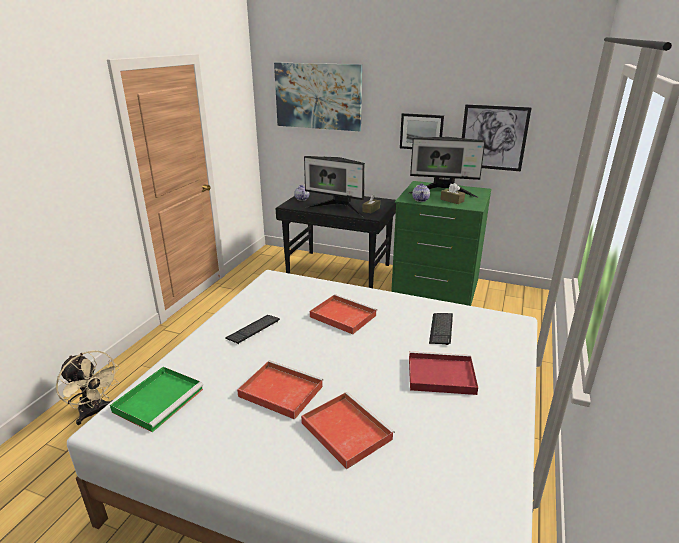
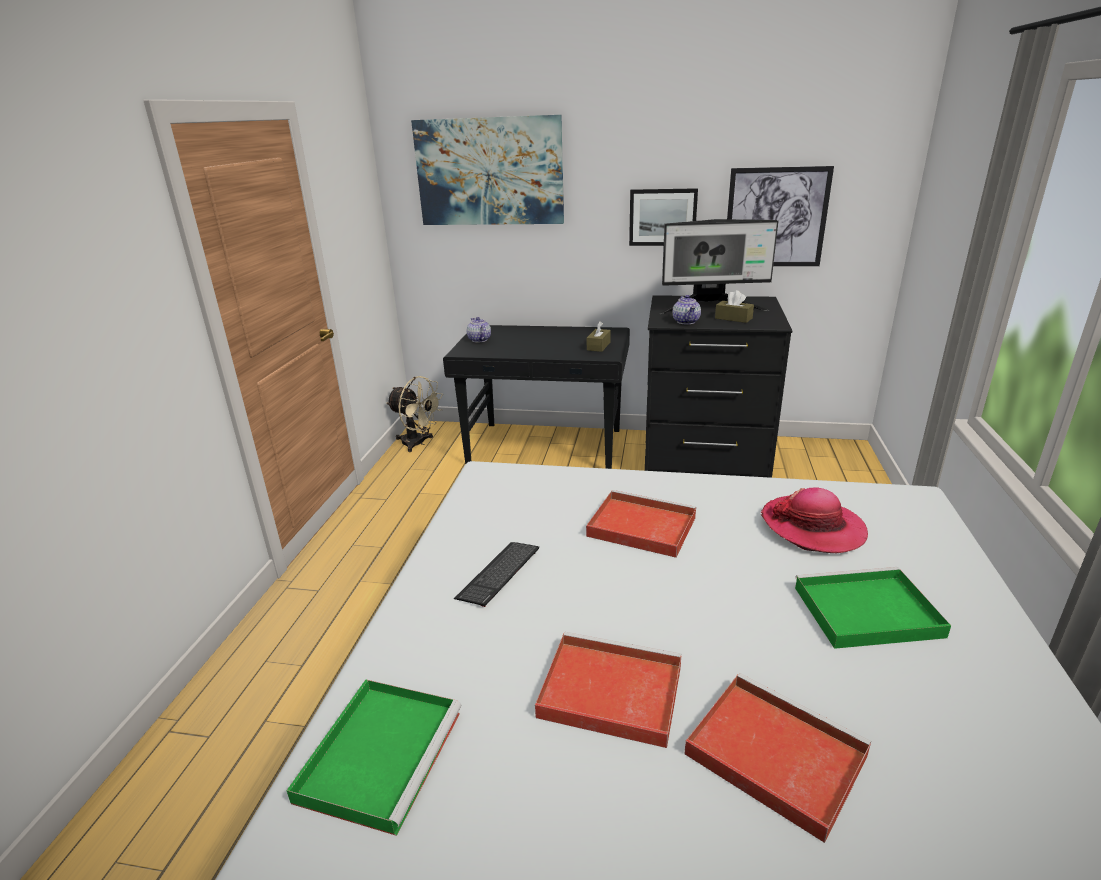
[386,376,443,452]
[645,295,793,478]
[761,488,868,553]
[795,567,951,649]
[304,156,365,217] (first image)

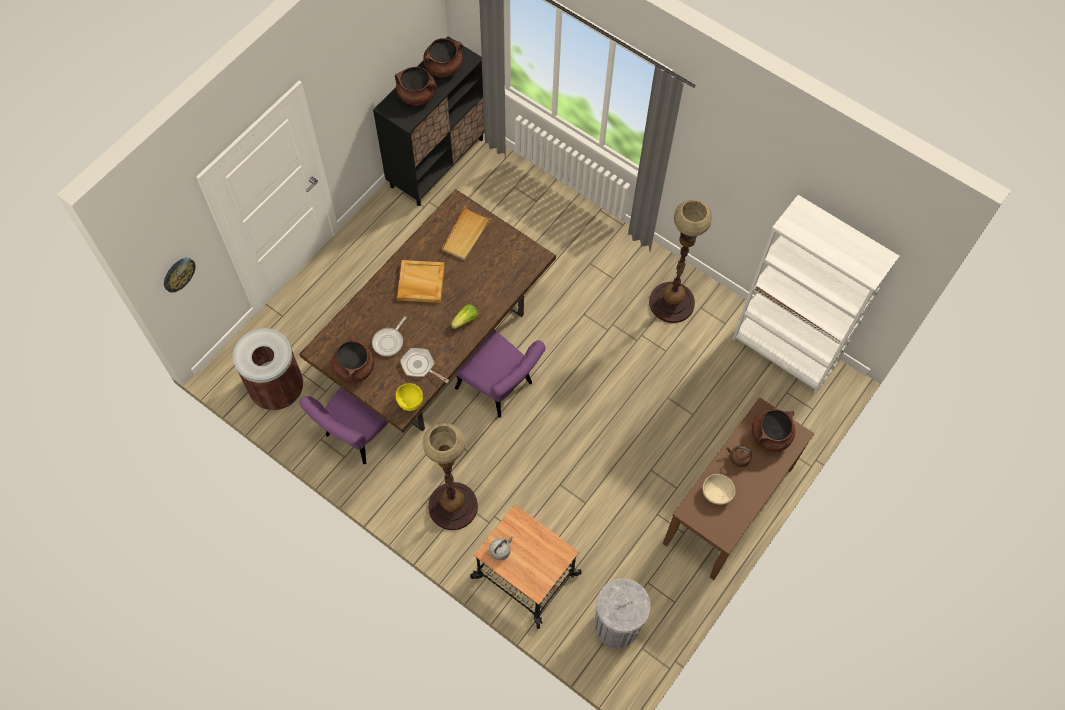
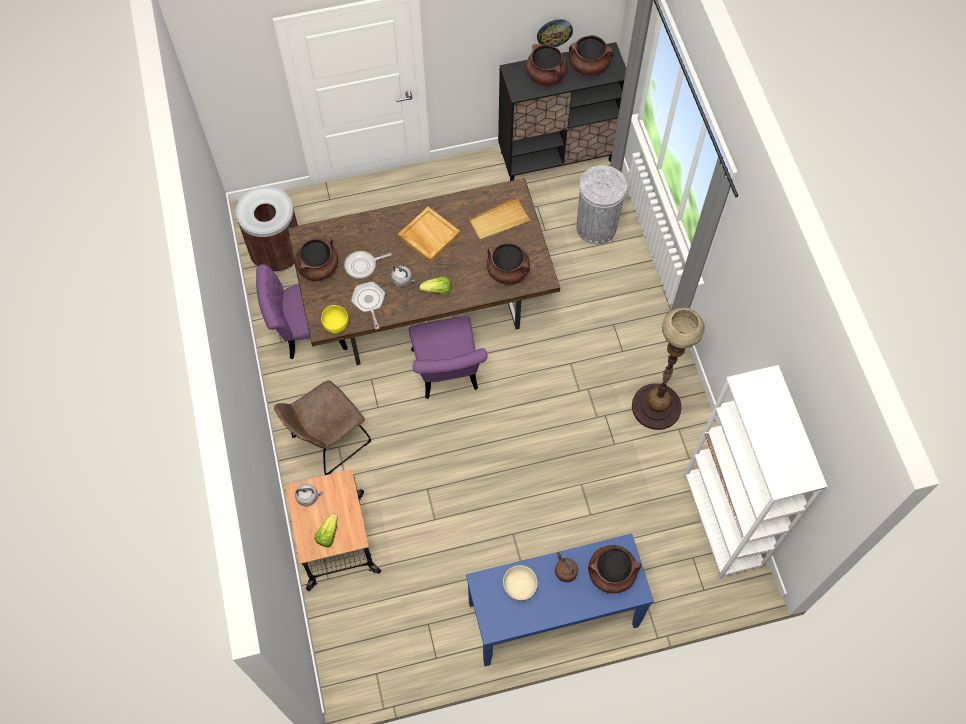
[274,381,371,475]
[315,514,338,547]
[391,266,415,287]
[466,534,654,666]
[486,243,530,284]
[537,19,573,47]
[577,165,627,245]

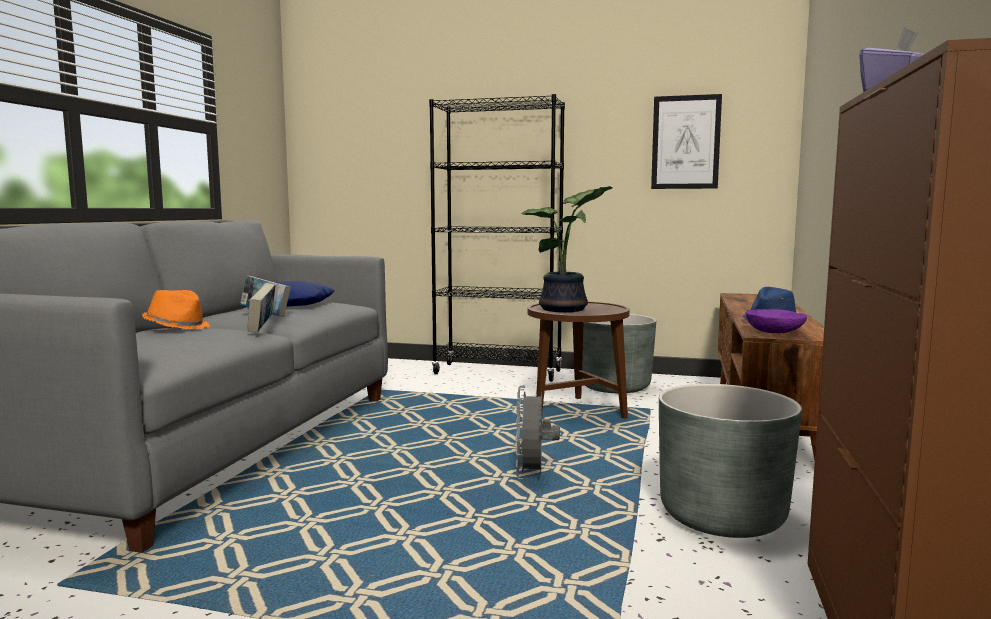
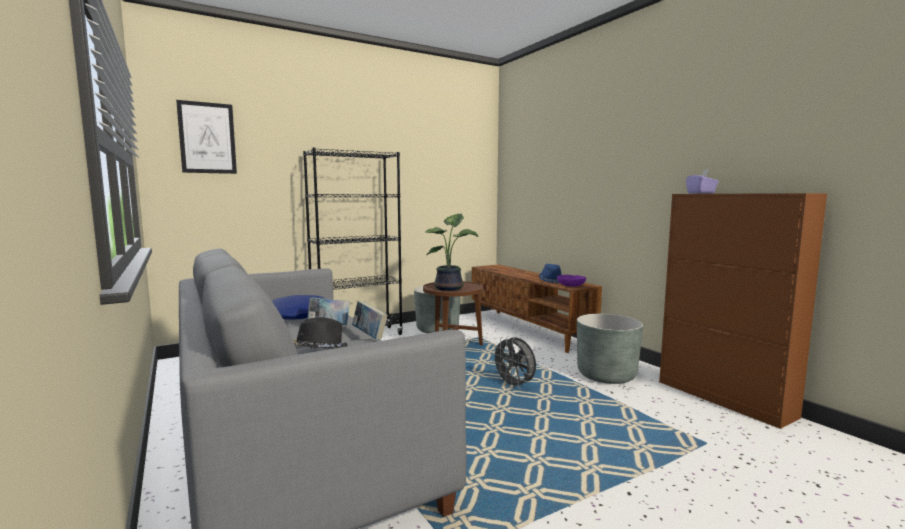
[176,100,237,174]
[293,317,348,349]

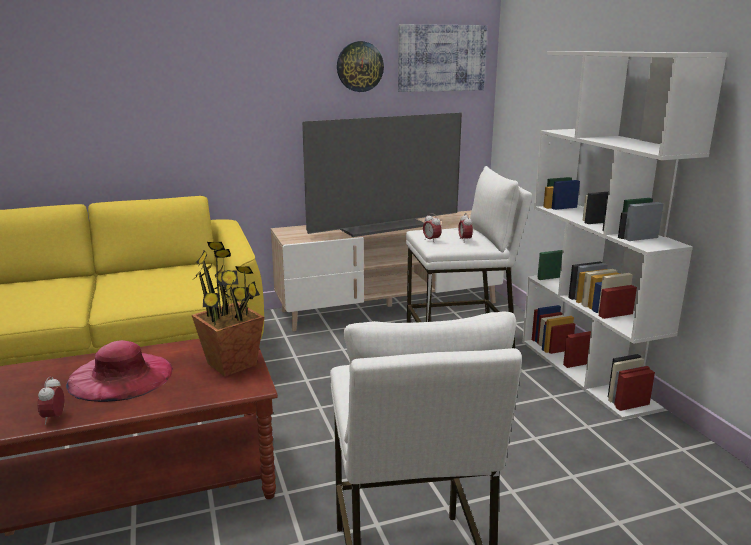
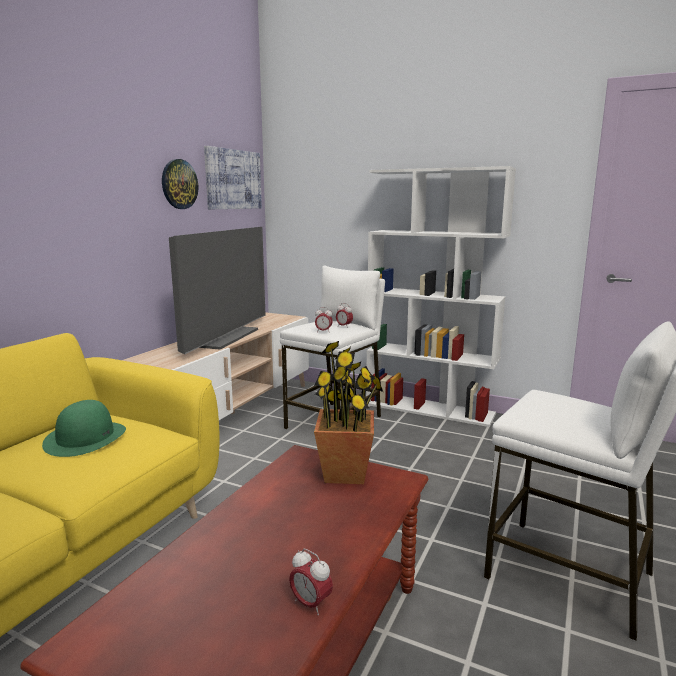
[42,400,126,457]
[66,340,172,402] (first image)

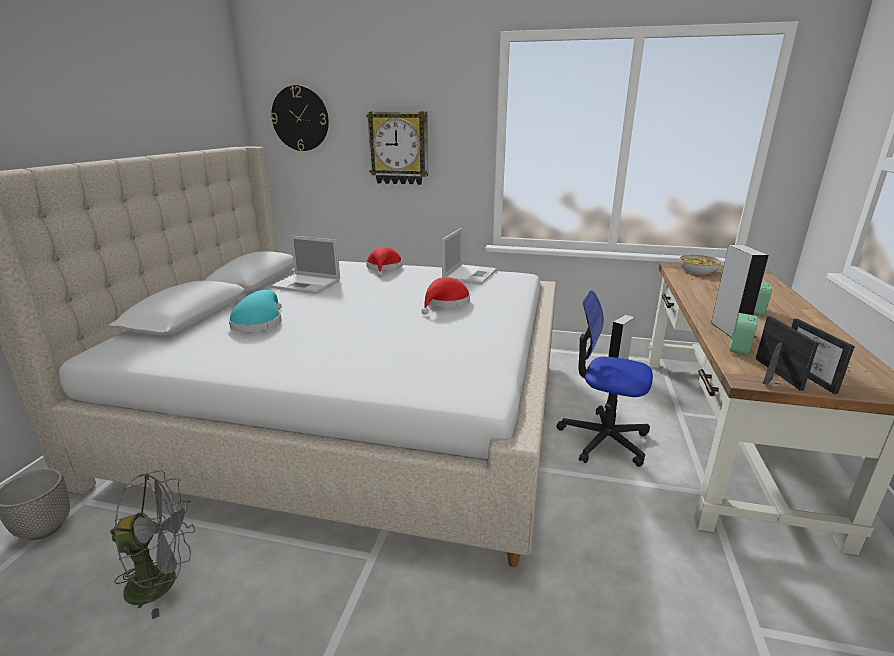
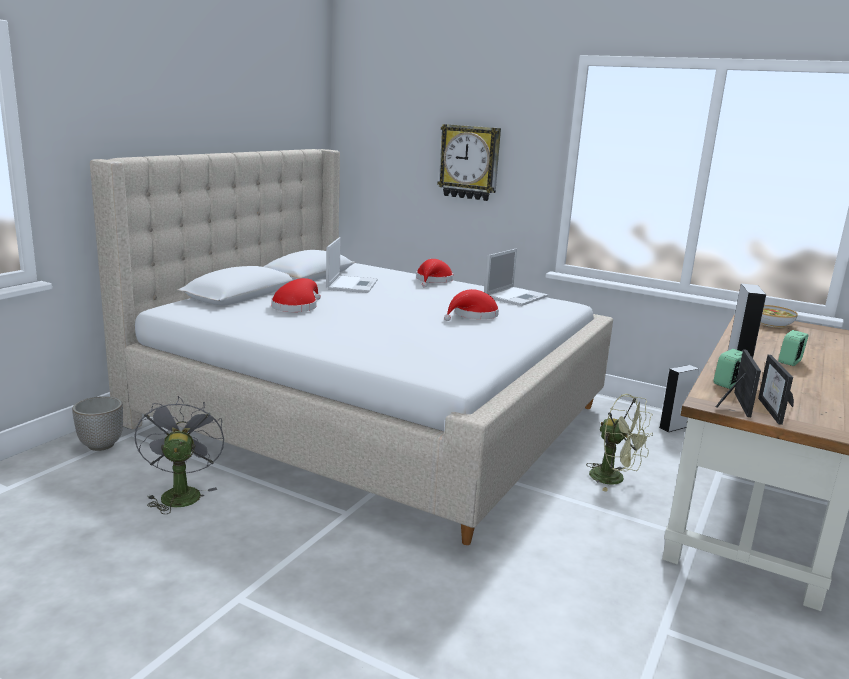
[135,396,224,514]
[271,278,321,312]
[326,237,378,293]
[586,394,653,492]
[271,85,329,151] (first image)

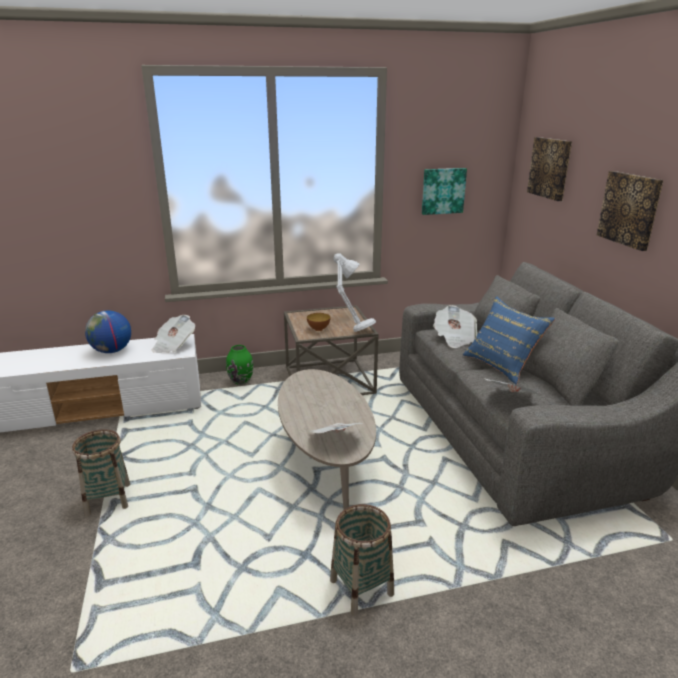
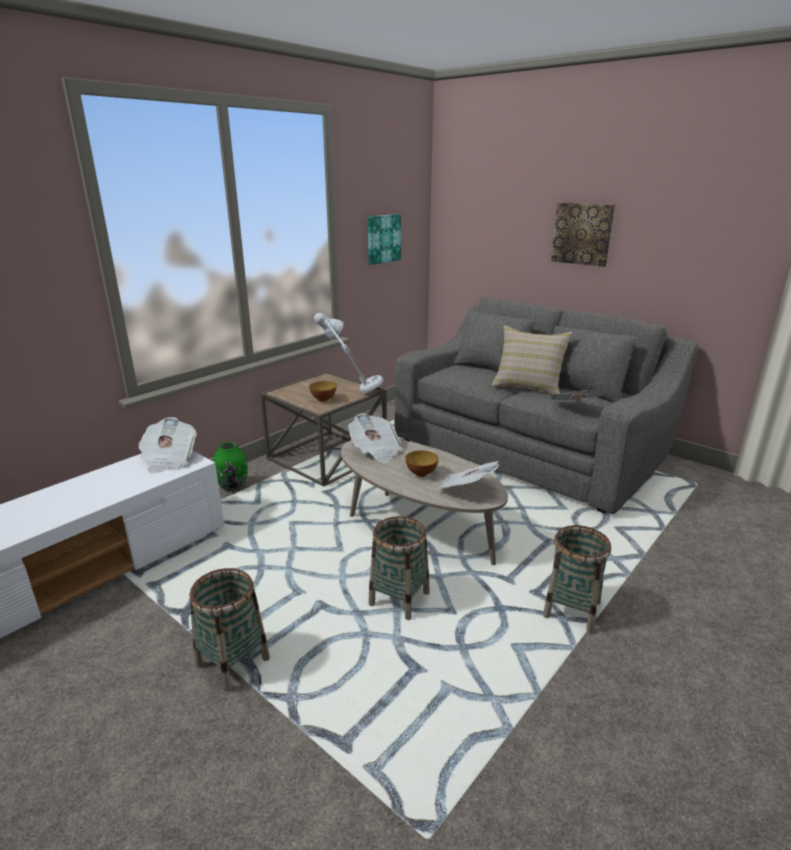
[348,413,403,463]
[368,516,430,620]
[405,451,438,477]
[492,326,573,395]
[85,310,131,353] (first image)
[527,137,572,201] (first image)

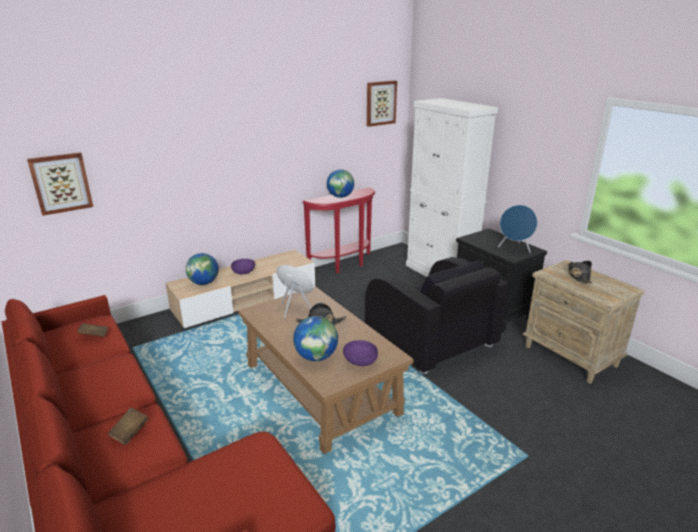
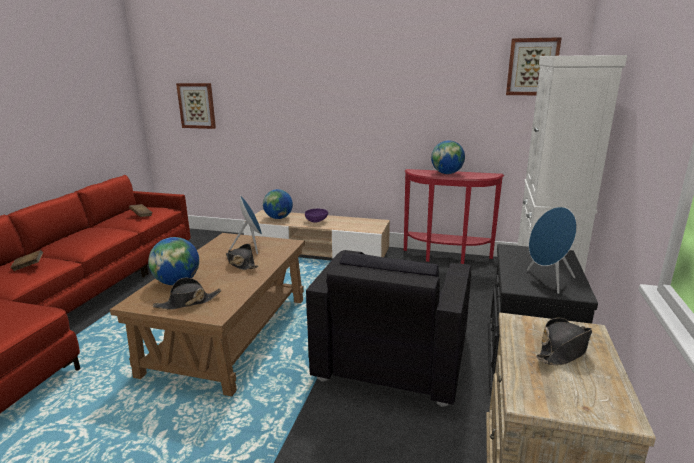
[153,277,221,309]

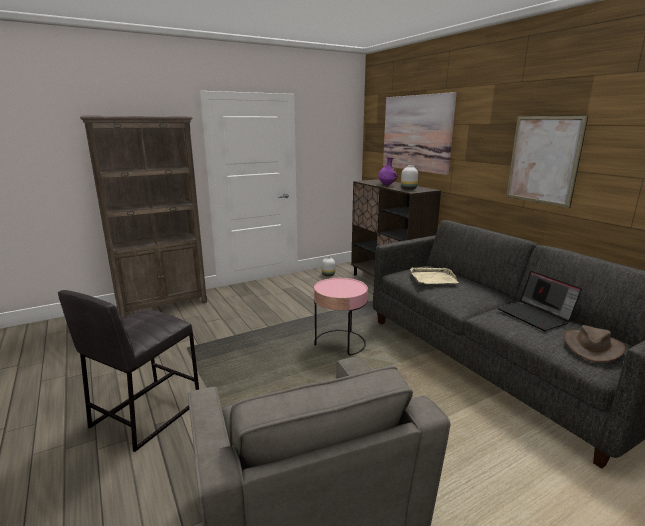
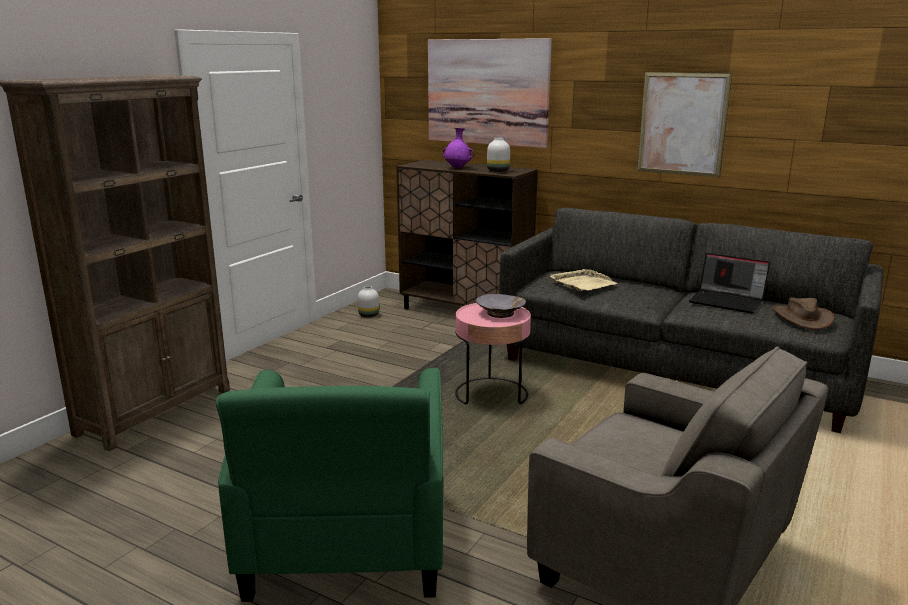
[216,368,443,602]
[476,294,526,318]

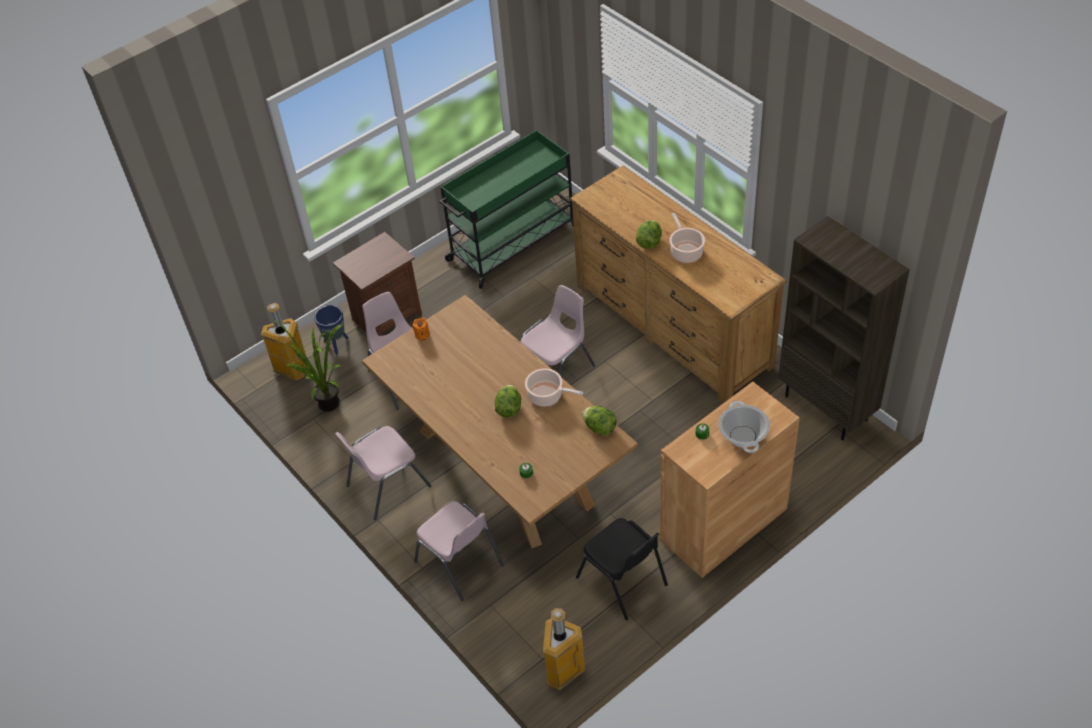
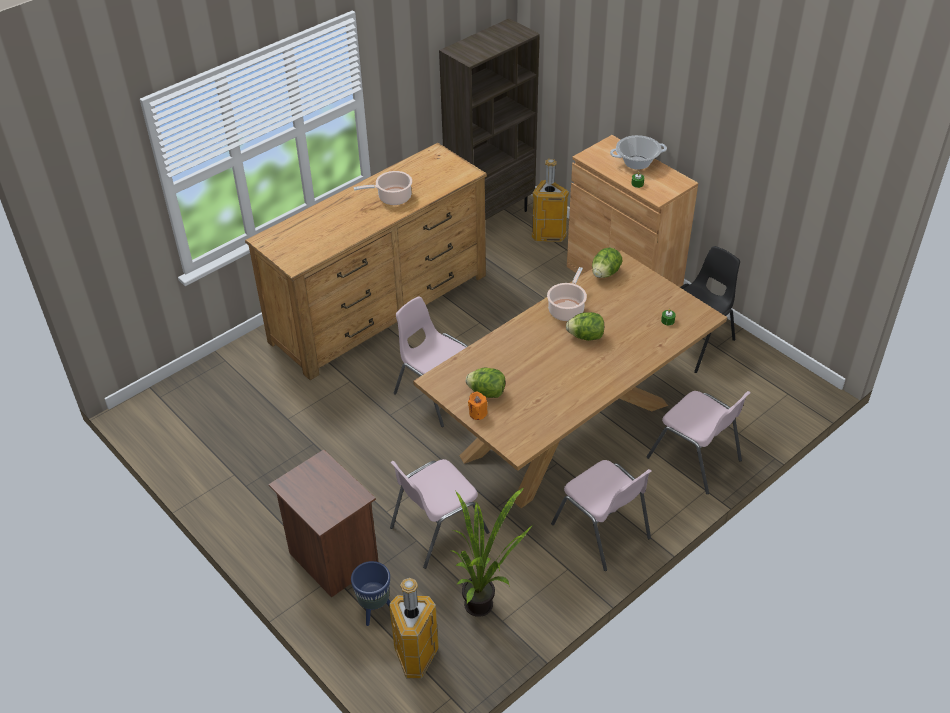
[466,368,505,398]
[531,159,569,242]
[646,391,750,494]
[439,130,574,289] (first image)

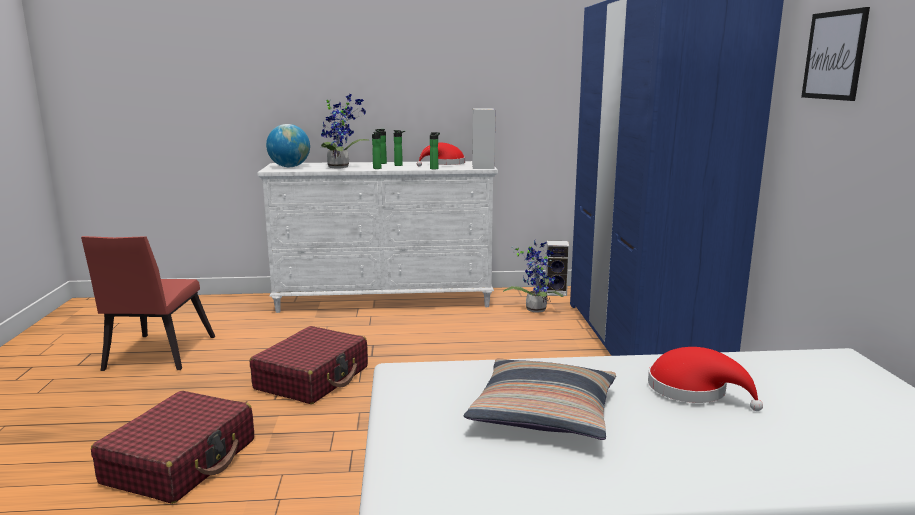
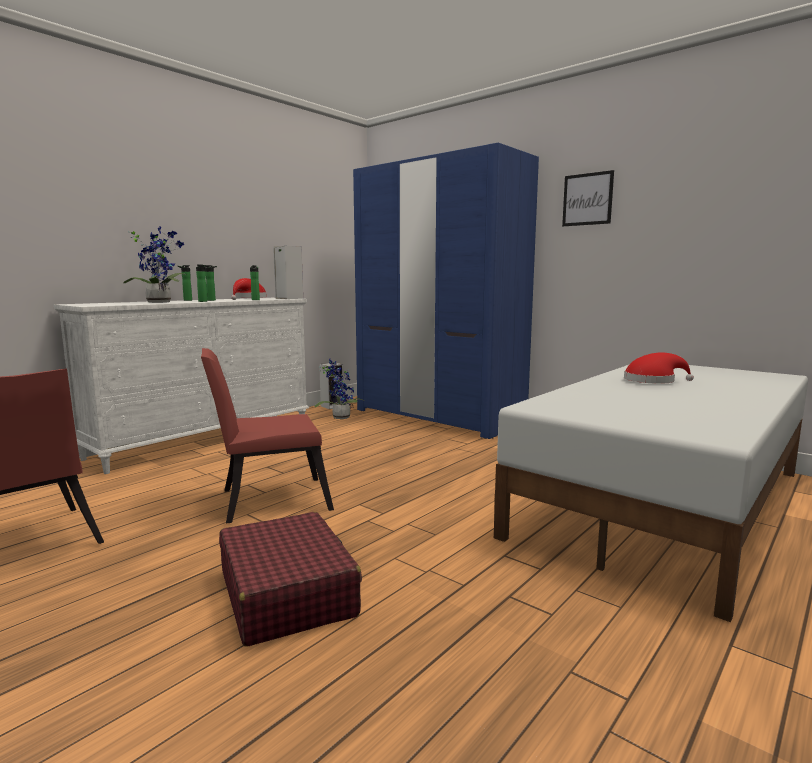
[201,348,334,523]
[266,124,310,167] (first image)
[464,358,616,440] (first image)

